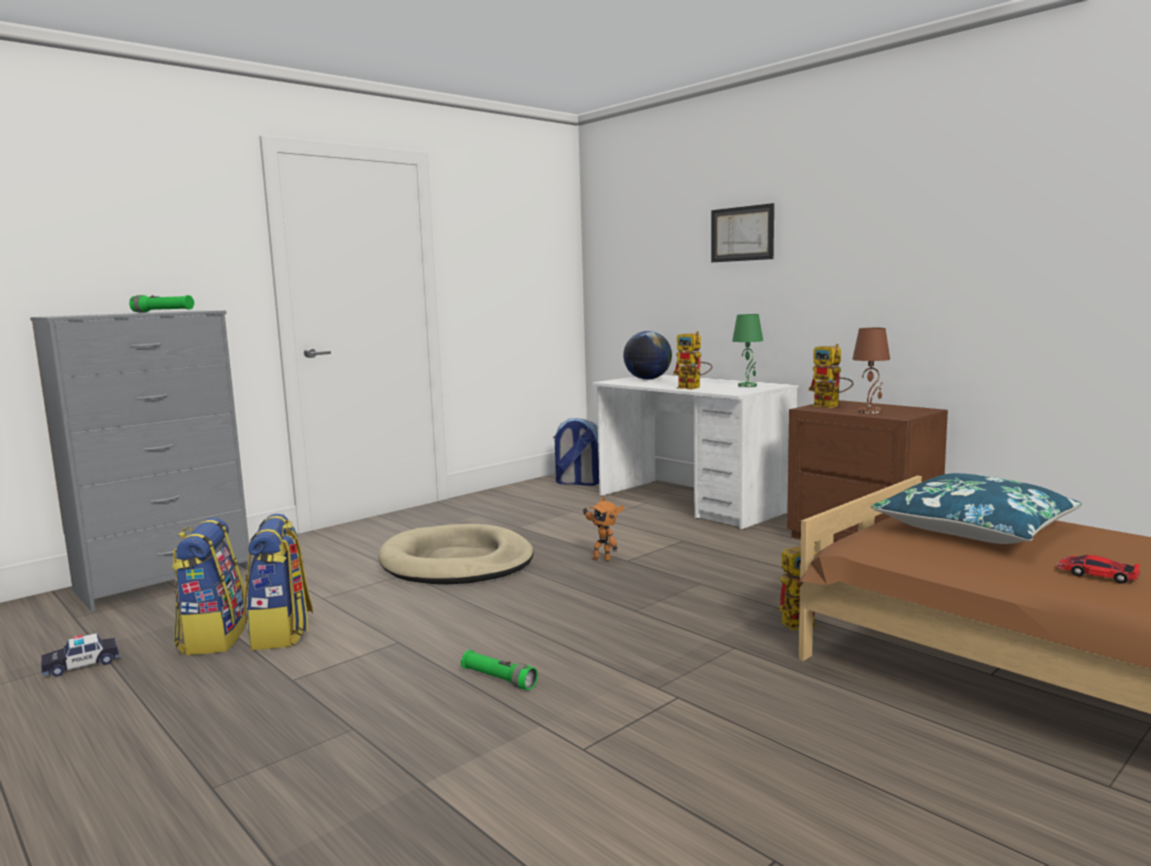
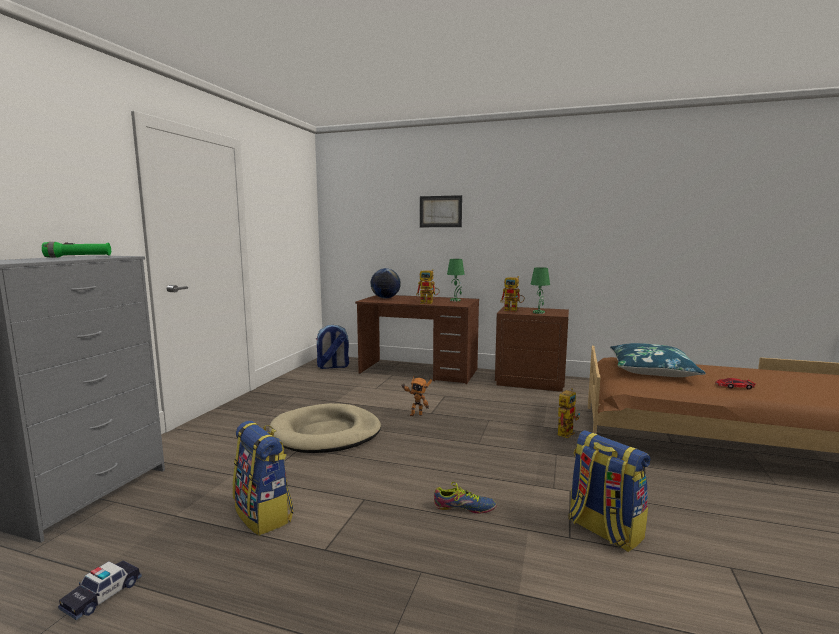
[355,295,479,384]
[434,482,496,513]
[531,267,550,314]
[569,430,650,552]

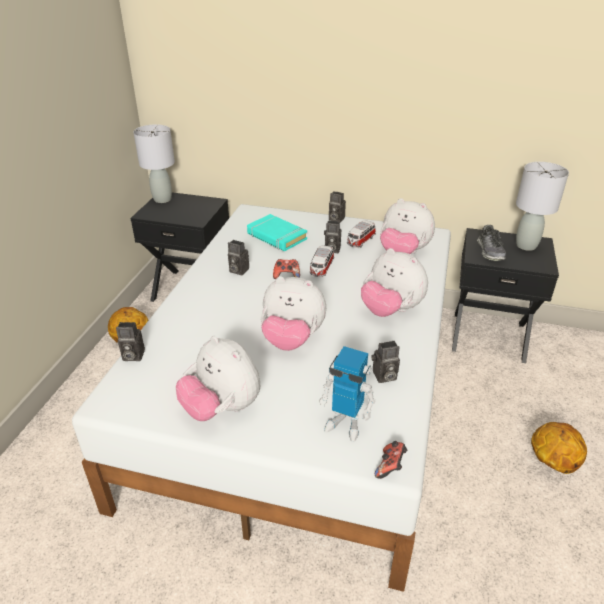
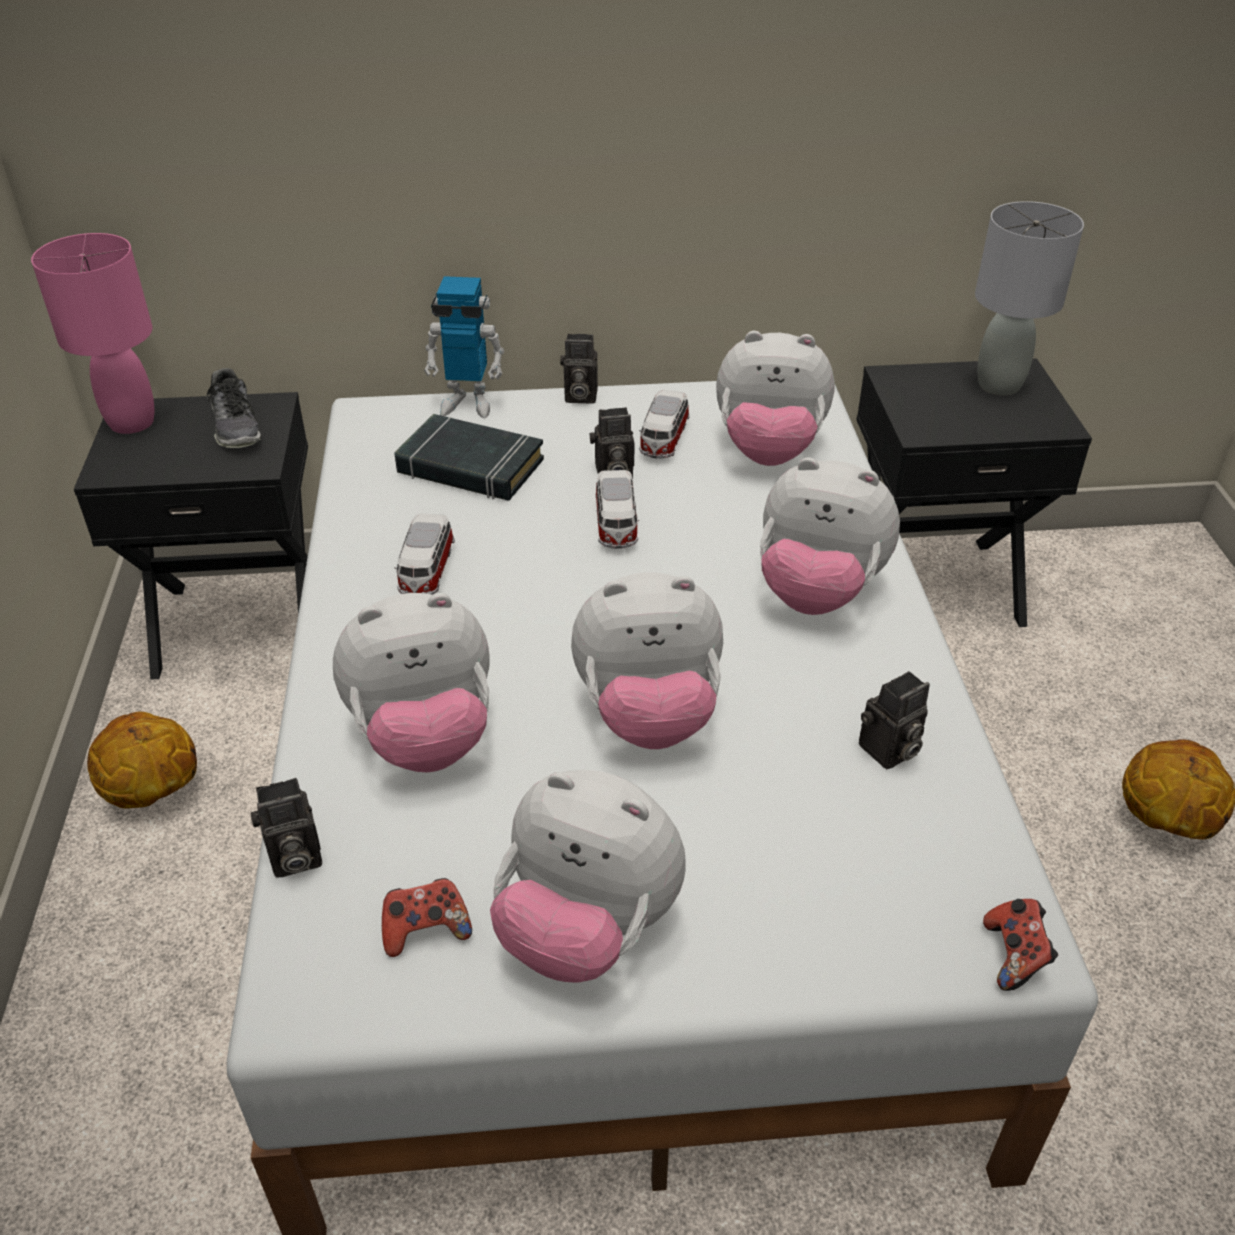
[31,233,154,434]
[207,368,261,448]
[333,593,490,772]
[382,878,472,957]
[394,414,544,501]
[395,513,455,595]
[424,276,504,418]

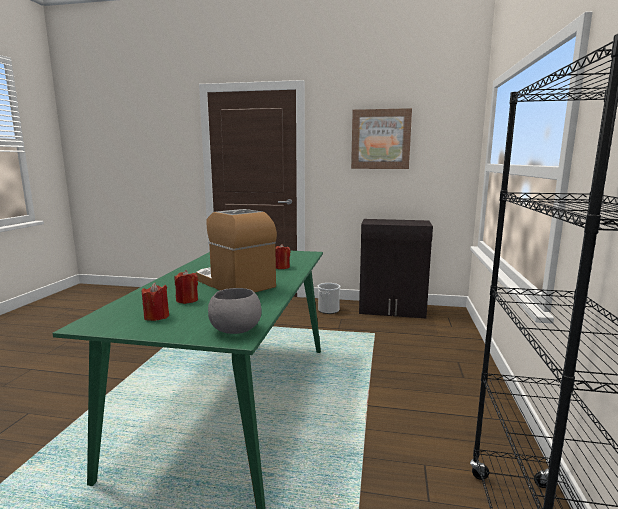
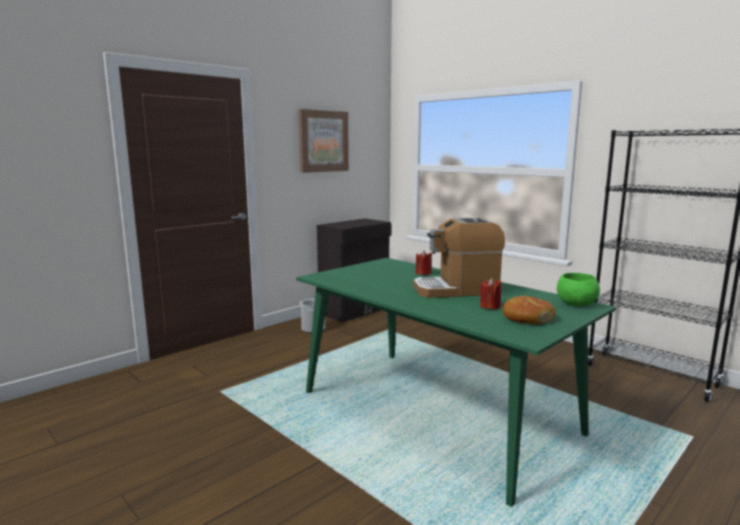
[503,296,556,324]
[557,273,600,307]

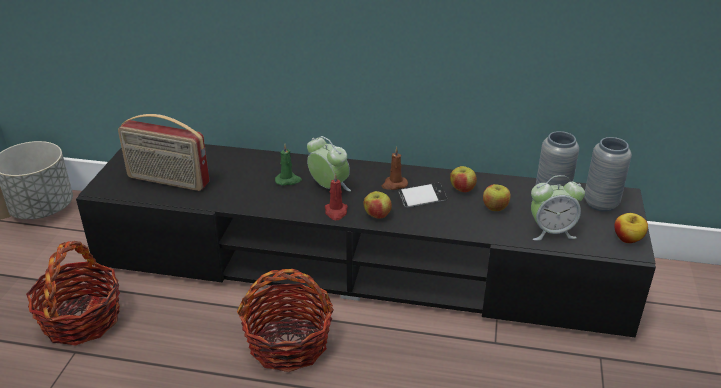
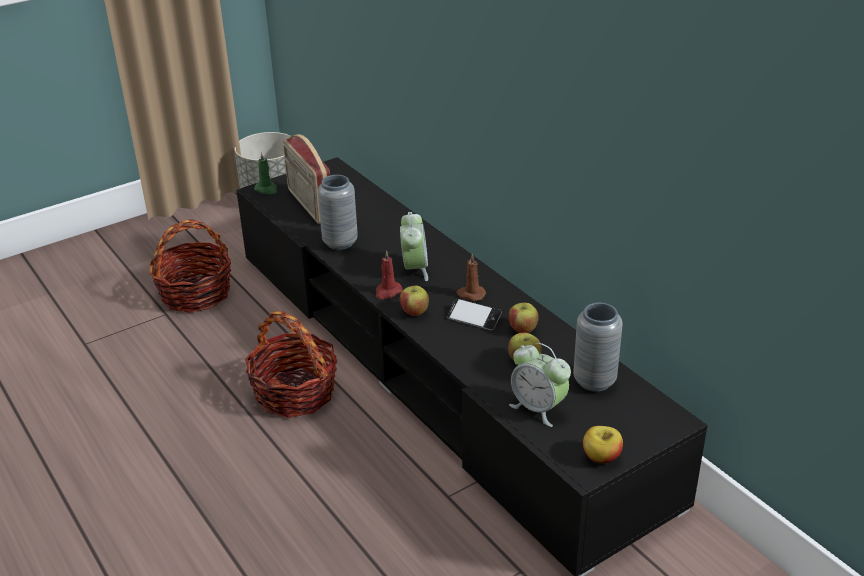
[254,152,277,194]
[318,175,358,250]

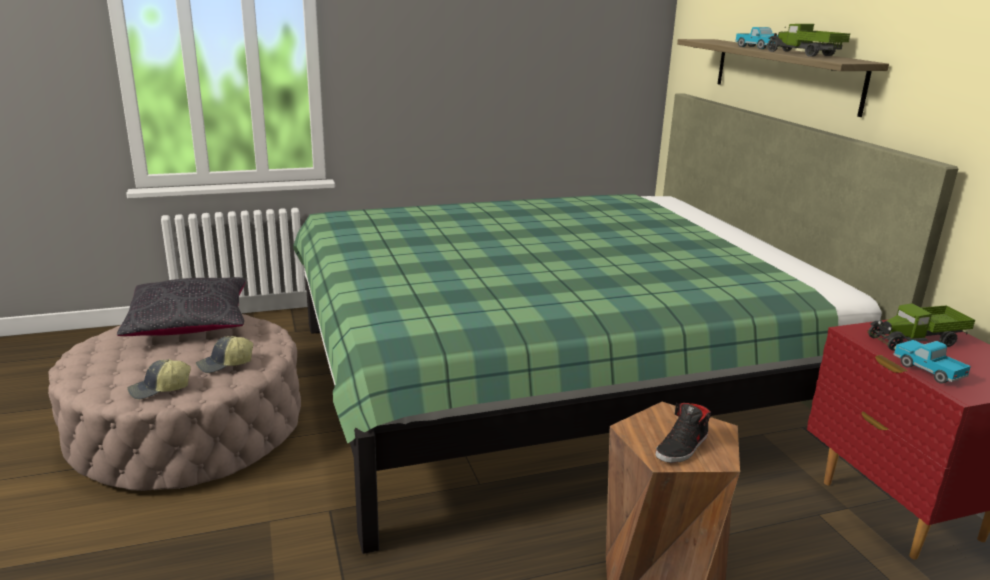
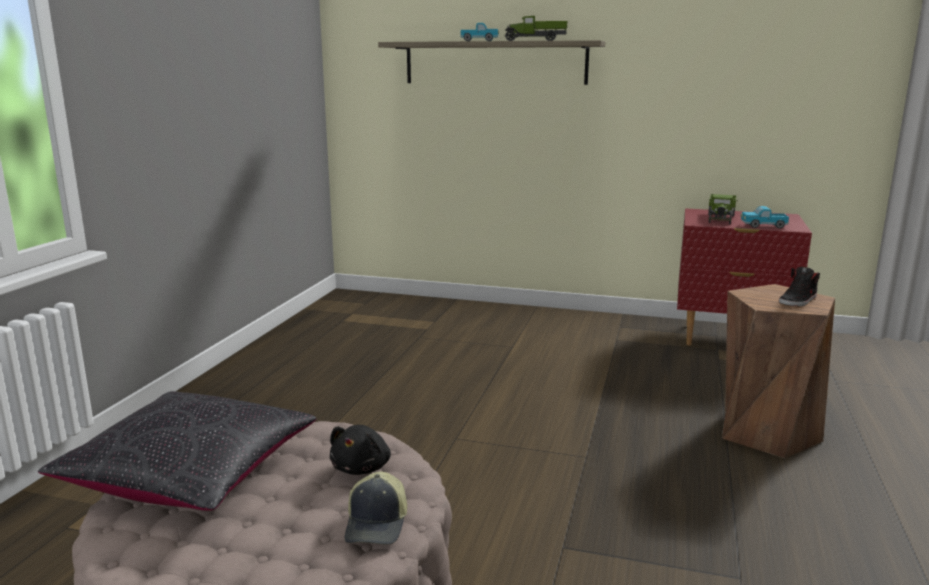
[330,425,391,475]
[779,267,820,306]
[293,93,958,554] (first image)

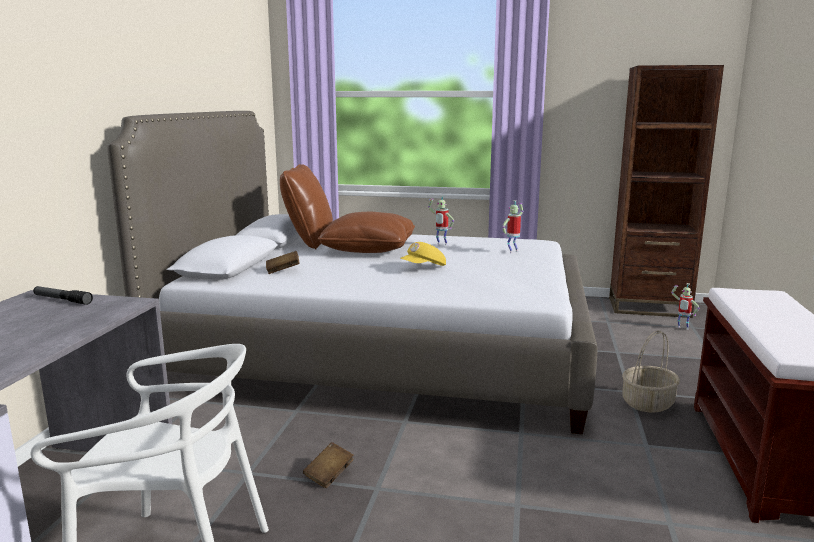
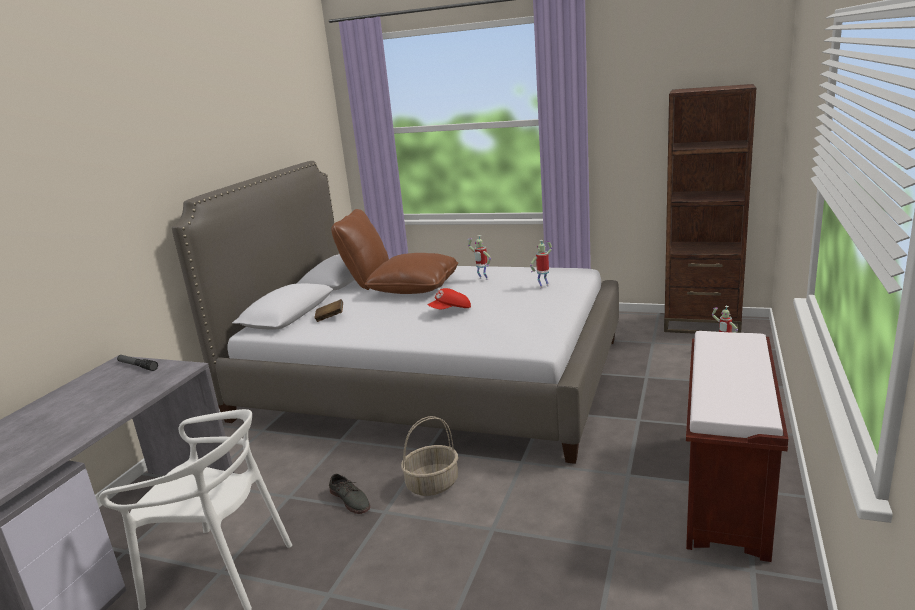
[329,474,370,514]
[401,416,458,496]
[427,288,471,309]

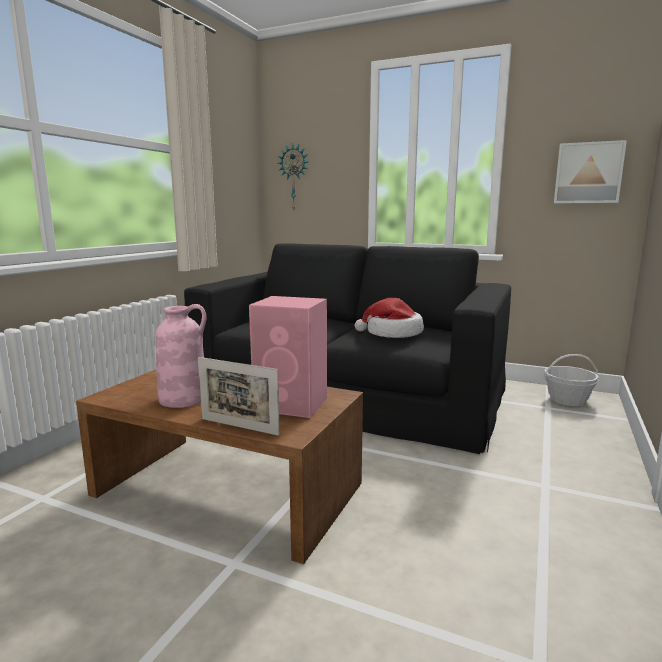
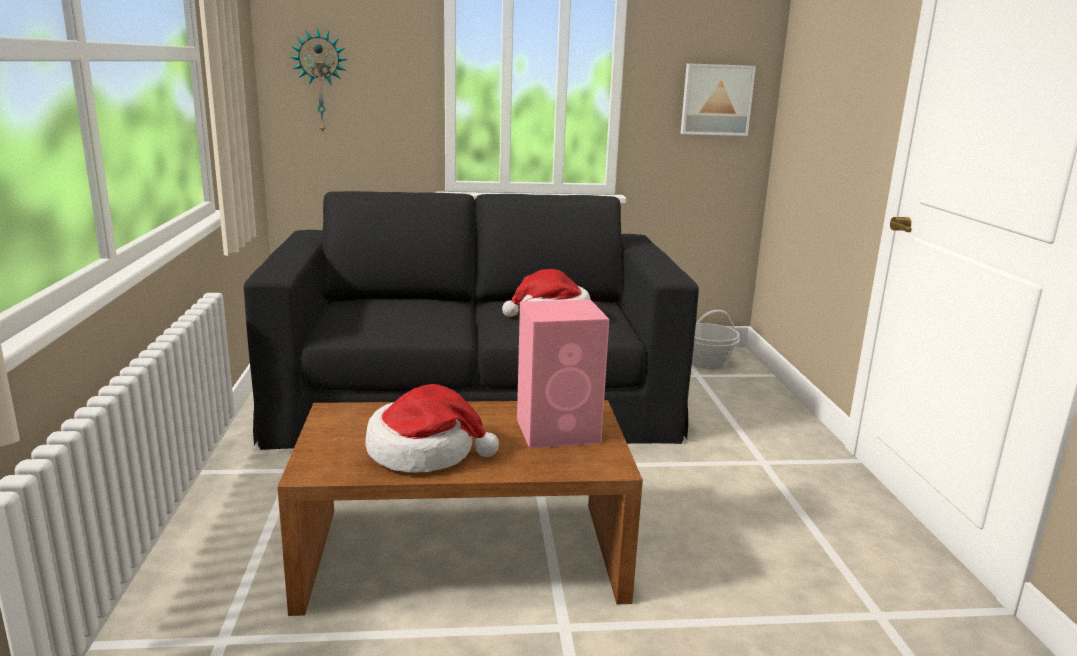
[365,384,499,473]
[198,357,280,436] (first image)

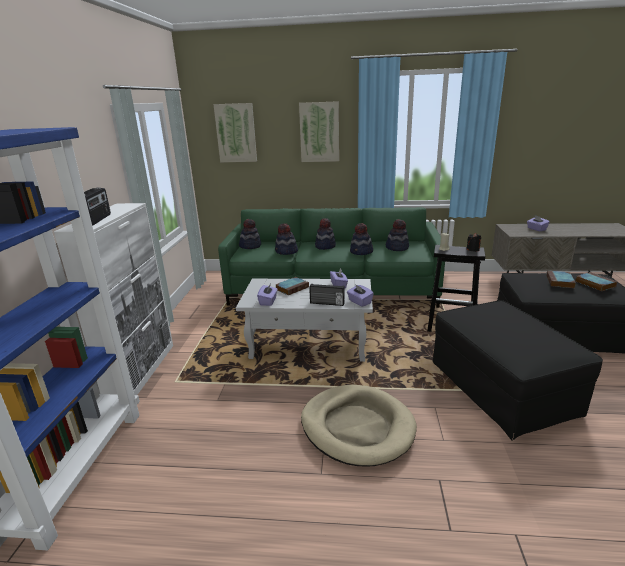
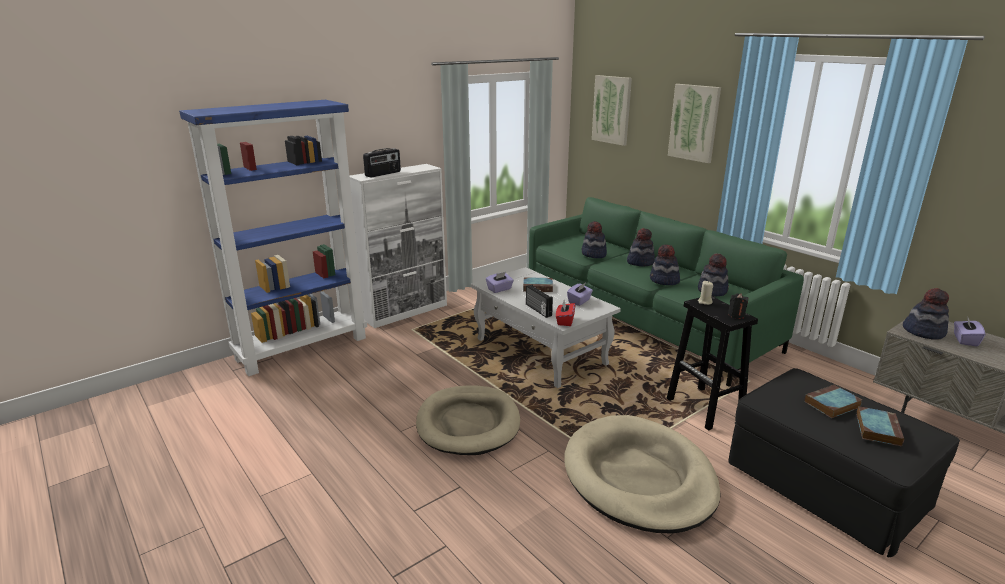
[556,300,575,326]
[564,415,721,534]
[903,288,949,340]

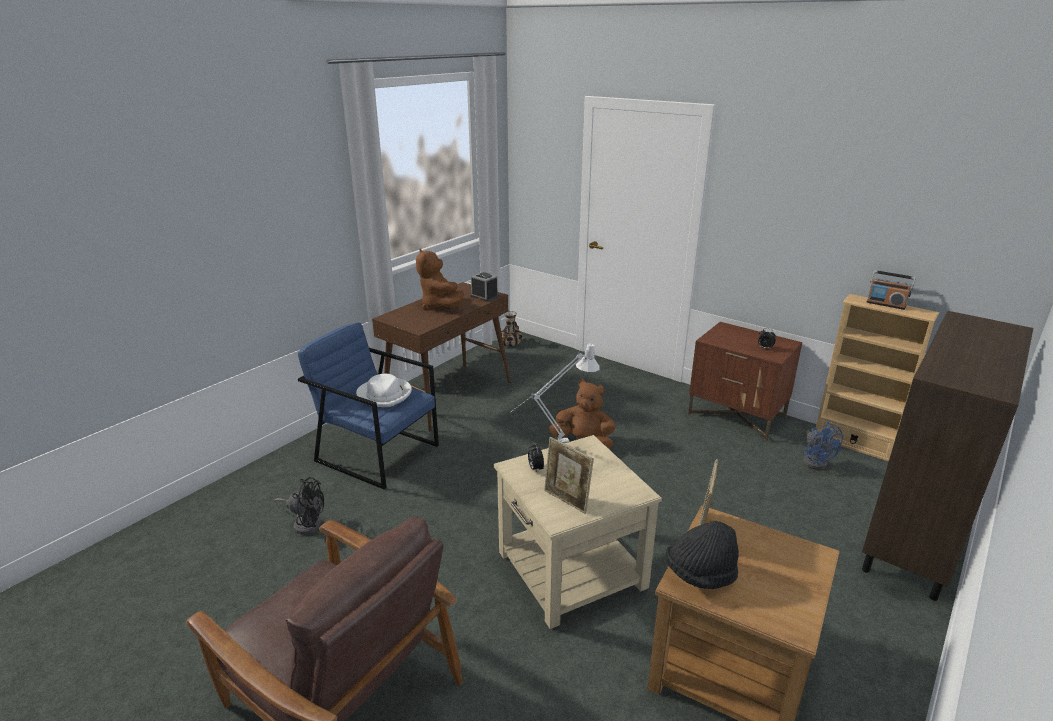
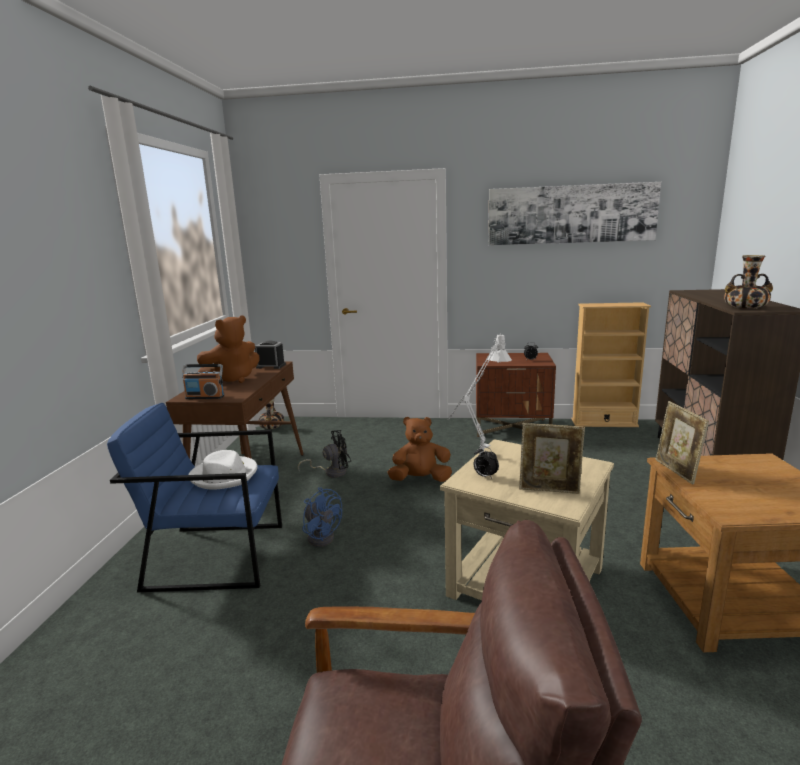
[182,364,224,399]
[197,316,260,383]
[298,430,351,478]
[303,487,342,547]
[488,182,661,245]
[724,255,773,309]
[666,521,739,589] (first image)

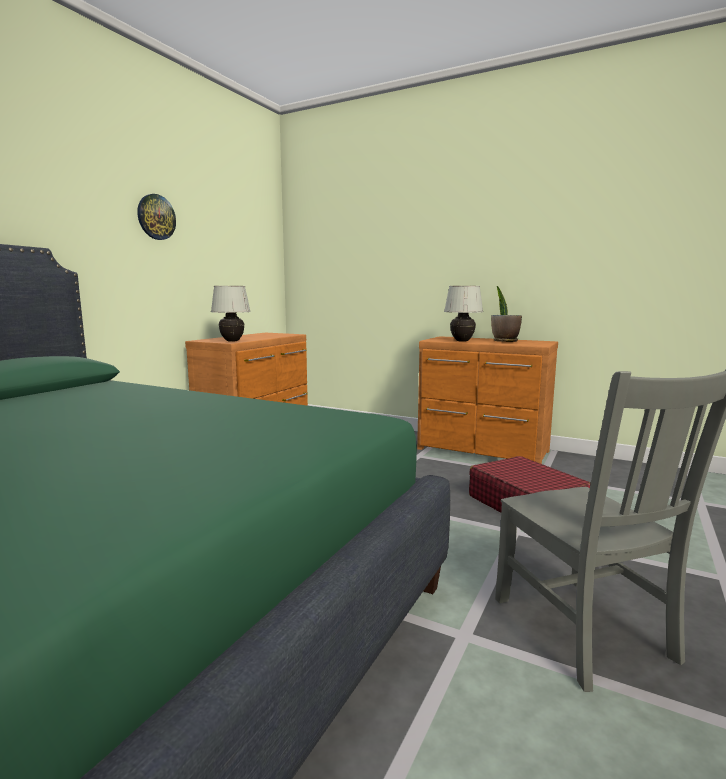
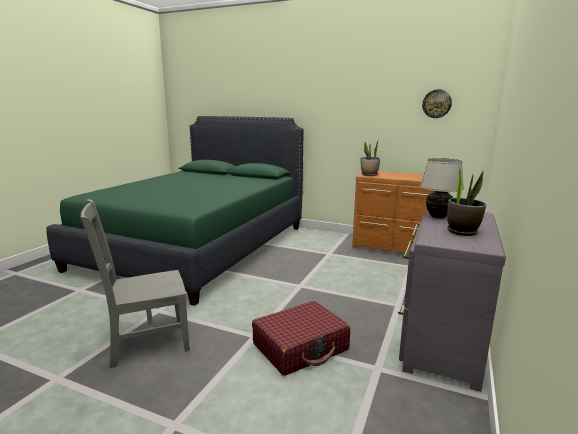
[361,141,380,176]
[398,210,506,392]
[422,89,452,118]

